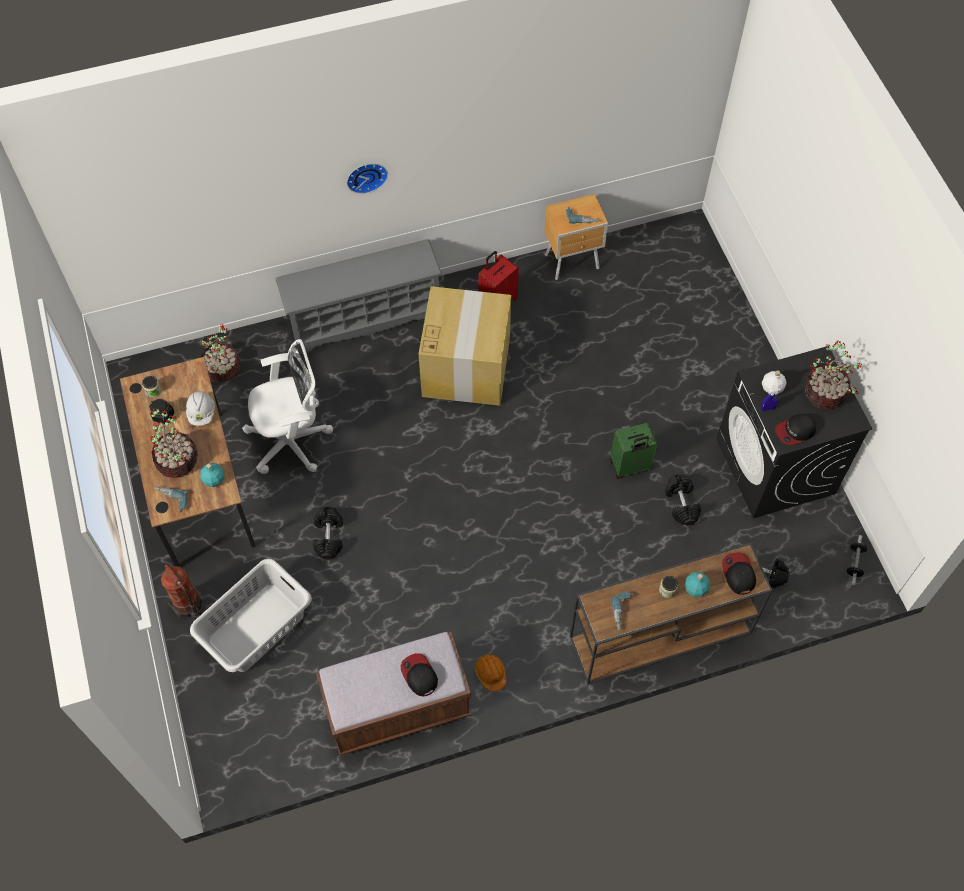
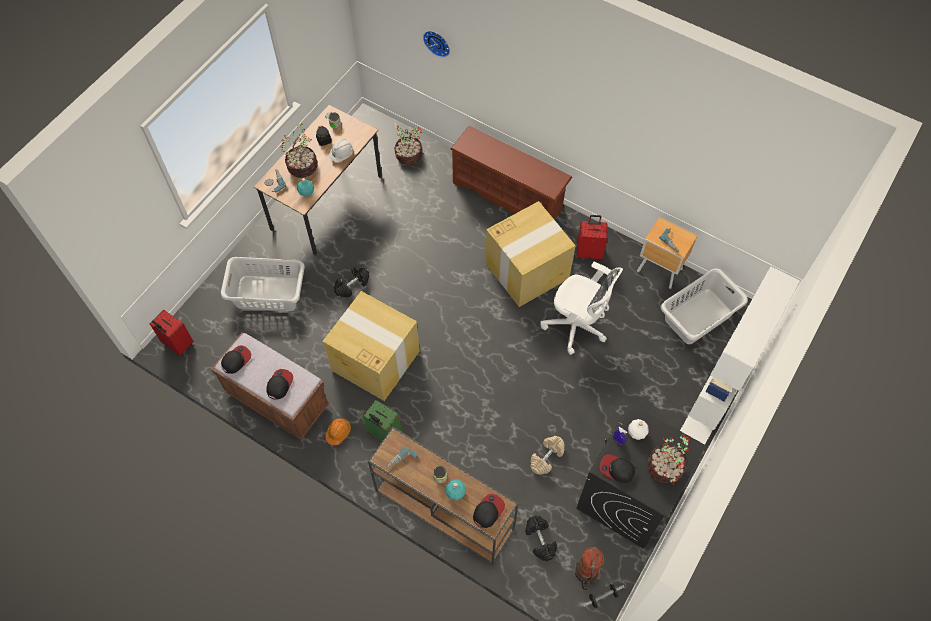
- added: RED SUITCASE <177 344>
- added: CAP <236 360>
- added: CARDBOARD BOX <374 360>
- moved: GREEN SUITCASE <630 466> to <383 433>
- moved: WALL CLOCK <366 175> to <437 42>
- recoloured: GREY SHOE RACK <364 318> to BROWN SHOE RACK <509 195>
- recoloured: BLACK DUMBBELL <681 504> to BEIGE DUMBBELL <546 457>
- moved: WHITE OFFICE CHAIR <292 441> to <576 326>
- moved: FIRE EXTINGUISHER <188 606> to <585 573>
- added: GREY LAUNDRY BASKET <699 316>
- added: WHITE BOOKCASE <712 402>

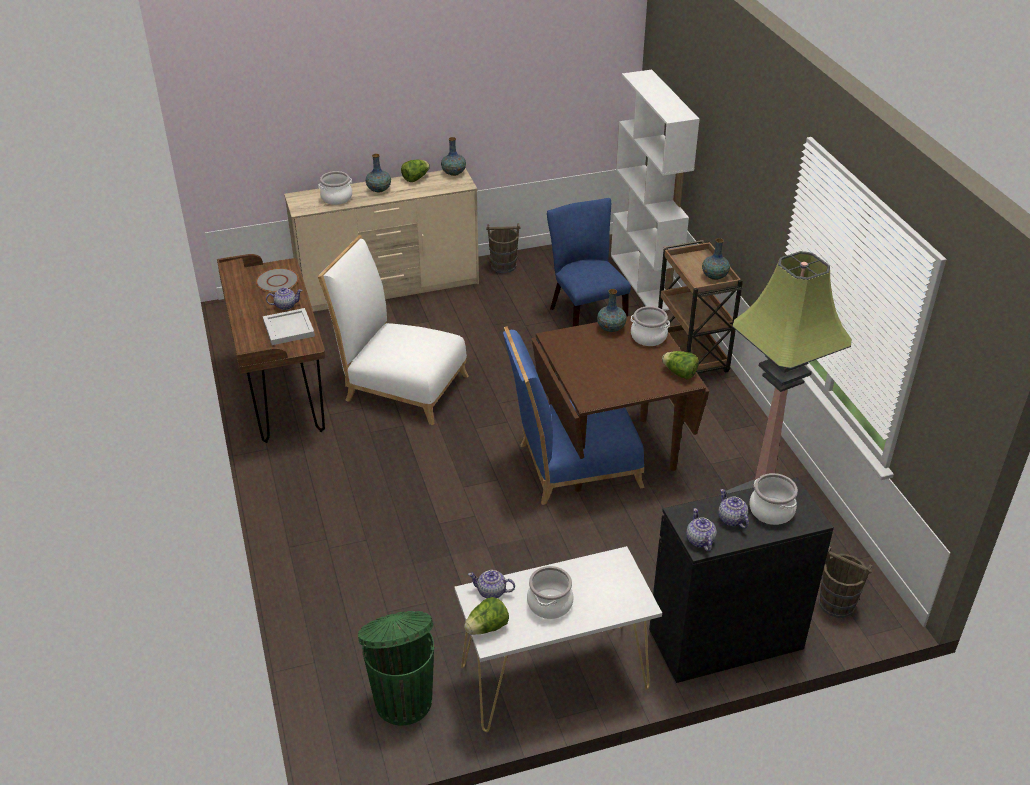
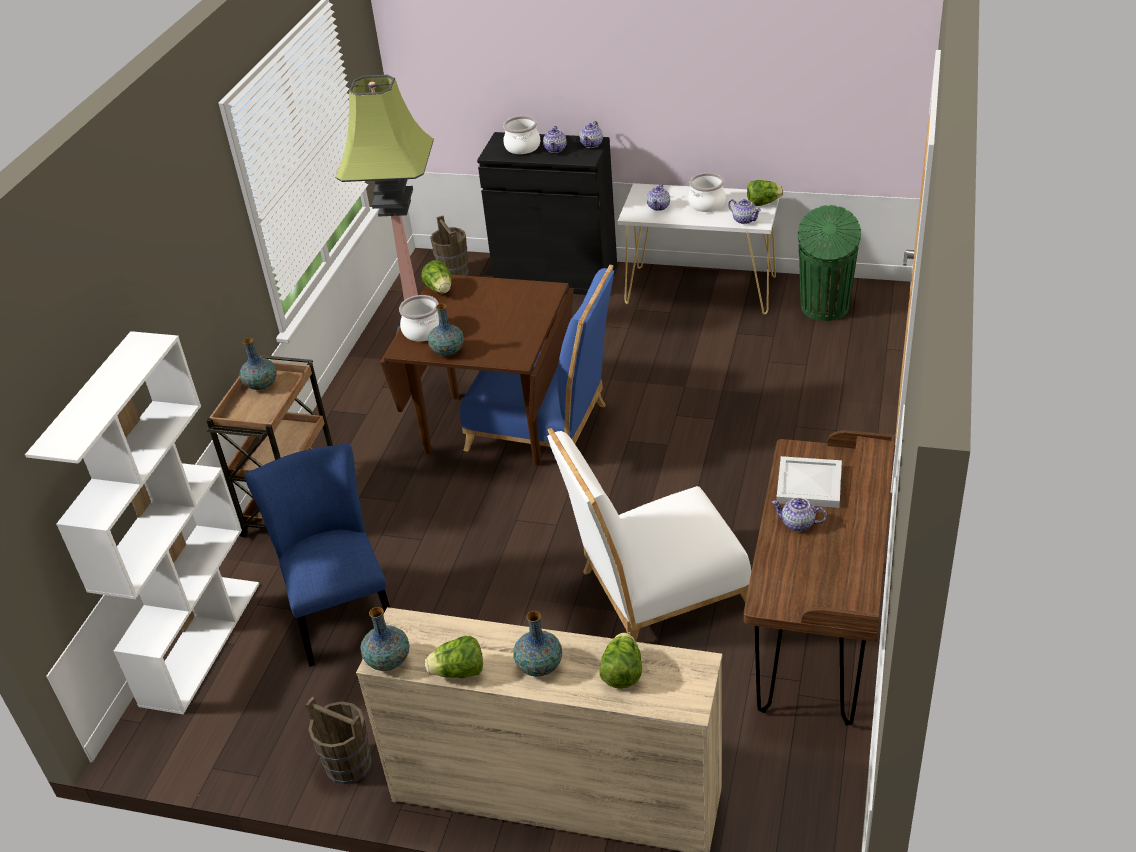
- turned: BLUE CHAIR <584 316> = <340 612> 150 degrees clockwise
- turned: WHITE CHAIR <400 385> = <655 592> 105 degrees clockwise
- replaced: COOKING POT <336 198> to LETTUCE <622 673>
- added: TEAPOT <659 206>
- removed: GREY PLATE <277 281>

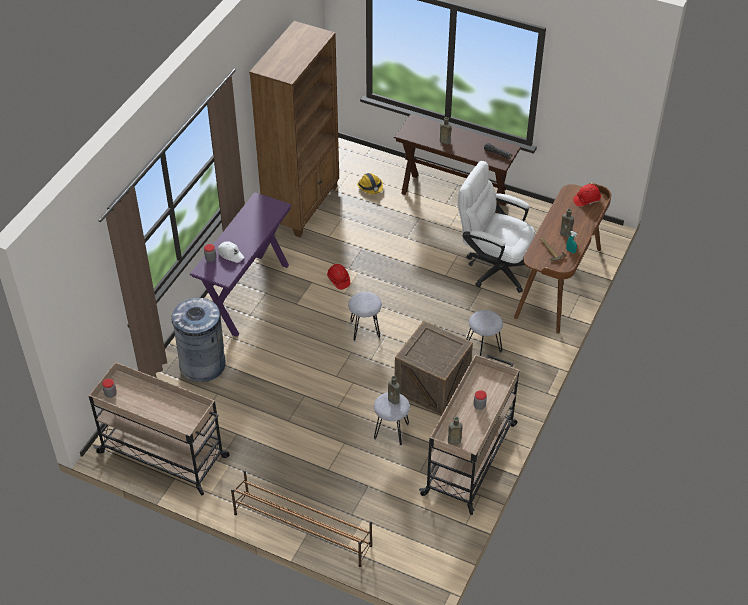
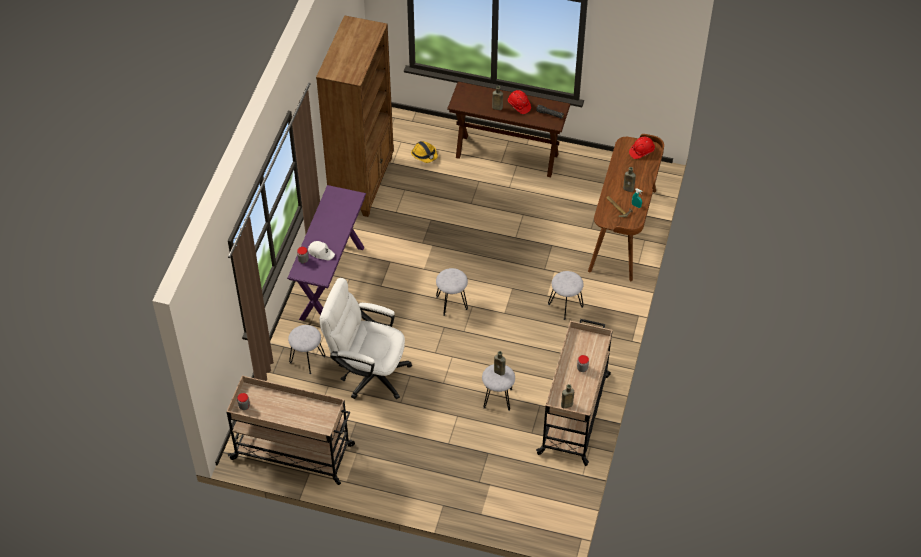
- replaced: GREY TRASH CAN <203 364> to GREY STOOL <307 359>
- moved: WHITE OFFICE CHAIR <493 266> to <367 372>
- moved: RED HARD HAT <338 280> to <519 105>
- removed: BROWN SHOE RACK <302 529>
- removed: CRATE <432 385>

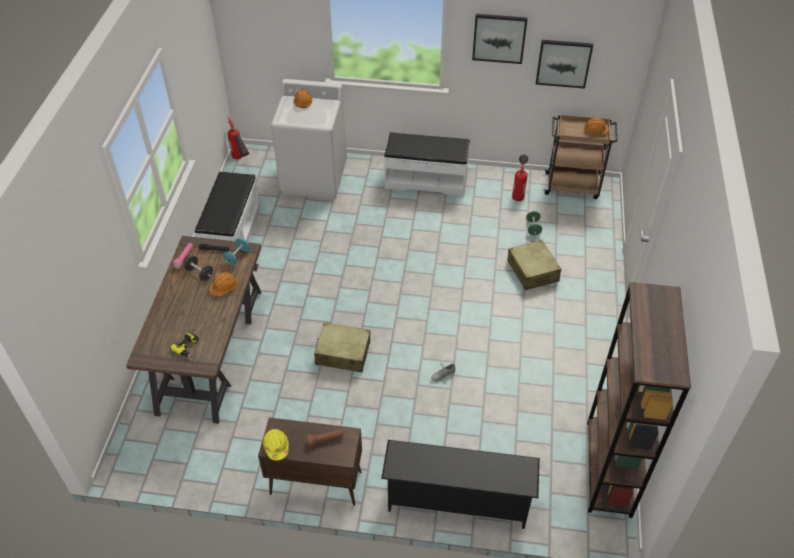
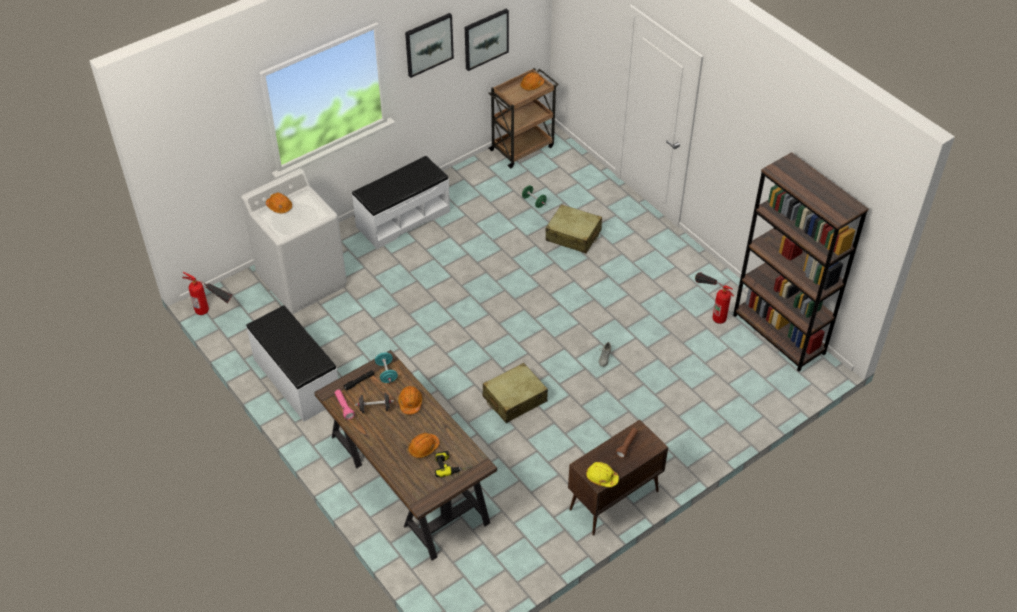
- added: ORANGE HARD HAT <423 448>
- moved: FIRE EXTINGUISHER <519 190> to <710 310>
- removed: BLACK SHOE RACK <456 502>

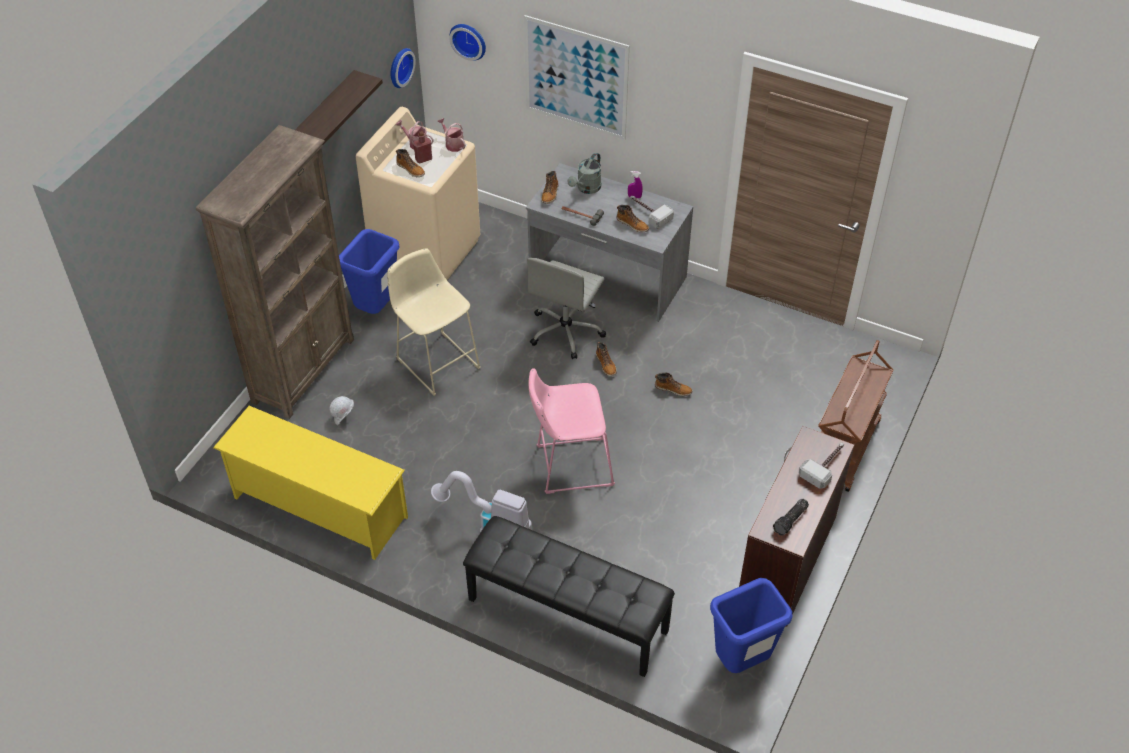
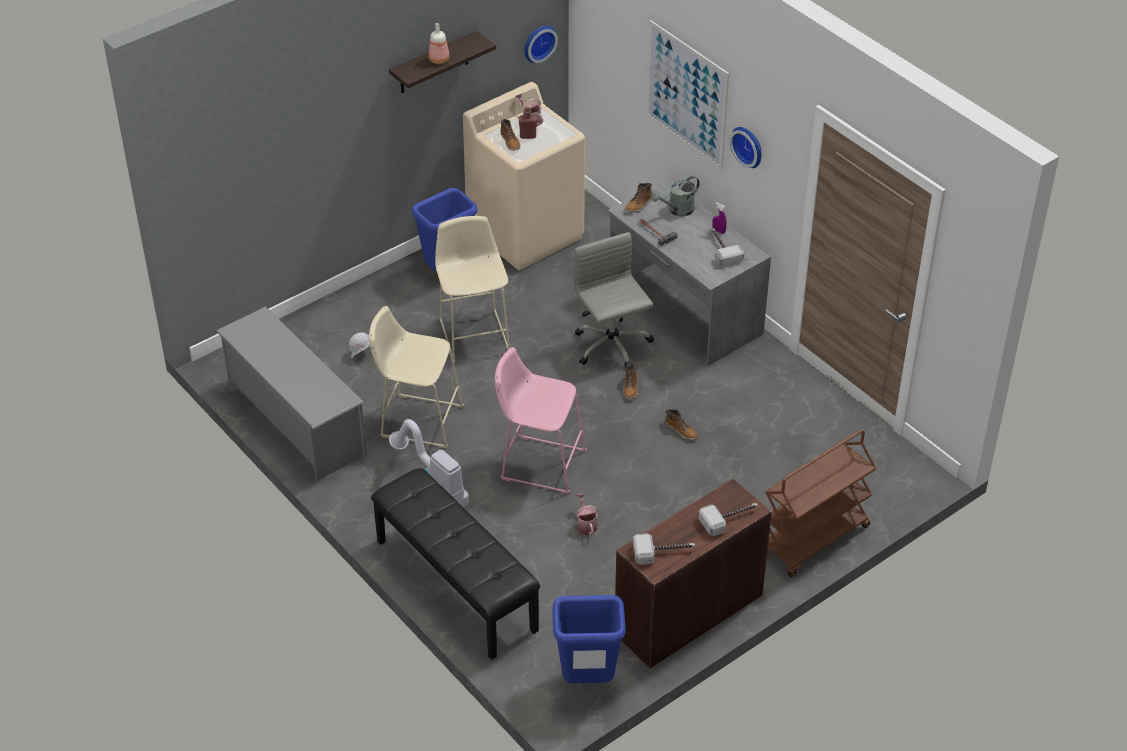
- recoloured: YELLOW SHOE RACK <319 507> to GREY SHOE RACK <295 422>
- added: BEIGE STOOL <417 420>
- added: BOTTLE <439 60>
- turned: GREY OFFICE CHAIR <566 331> = <612 346> 105 degrees clockwise
- moved: WATERING CAN <453 144> to <586 524>
- replaced: FLASHLIGHT <791 521> to HAMMER <664 552>
- moved: WALL CLOCK <469 40> to <749 146>
- removed: BROWN BOOKCASE <304 370>
- removed: BOOT <632 224>

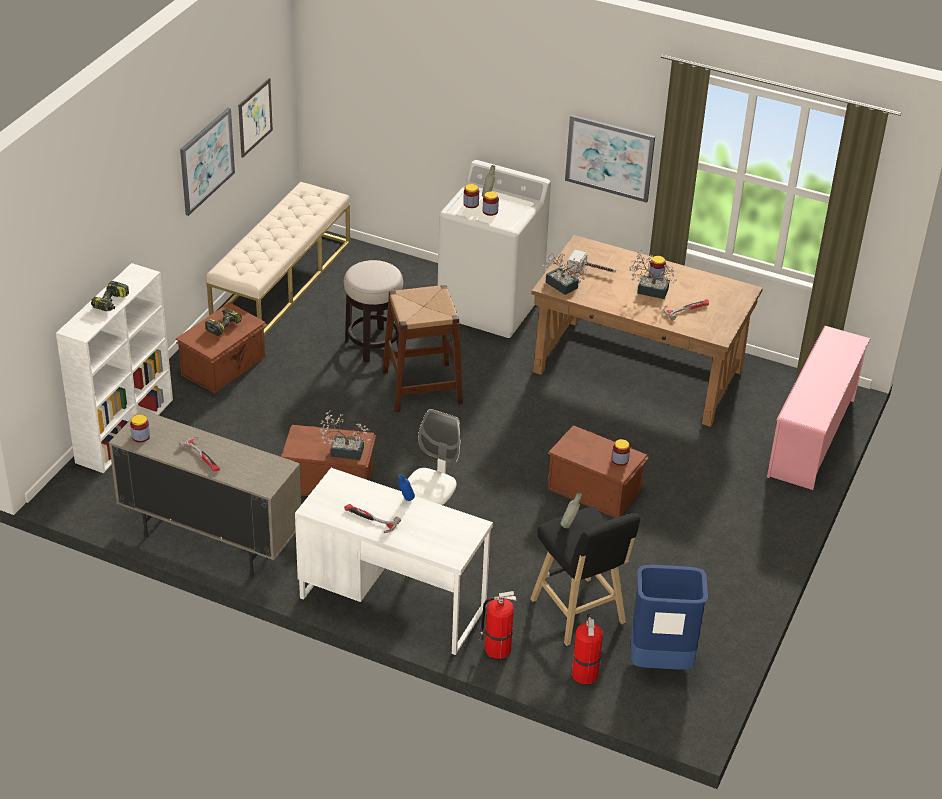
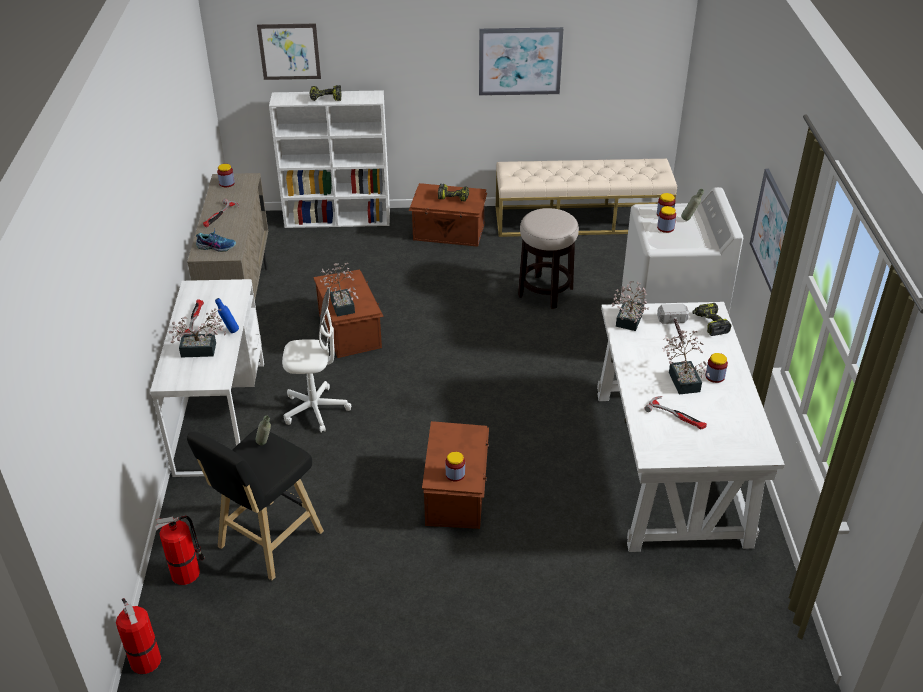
- moved: FIRE EXTINGUISHER <496 649> to <144 659>
- added: POTTED PLANT <203 350>
- added: SHOE <216 246>
- moved: PICTURE <255 117> to <289 51>
- recoloured: BROWN DESK <638 370> to WHITE DESK <670 465>
- added: POWER DRILL <710 323>
- removed: BROWN STOOL <422 387>
- removed: BLUE TRASH CAN <660 662>
- removed: PINK SHOE RACK <813 438>

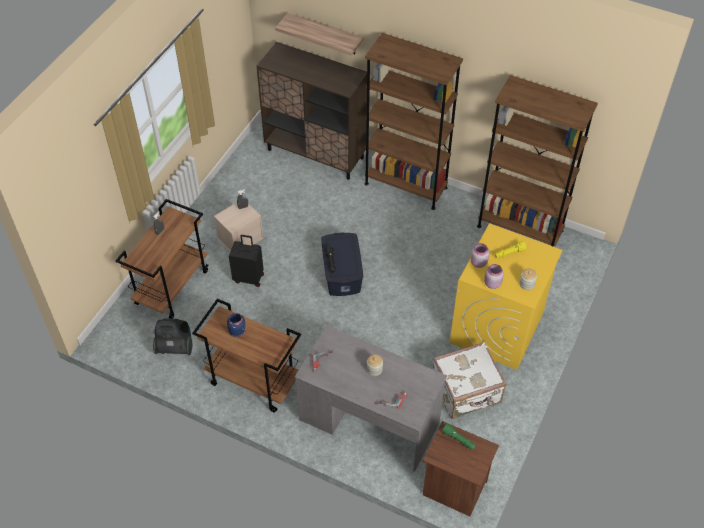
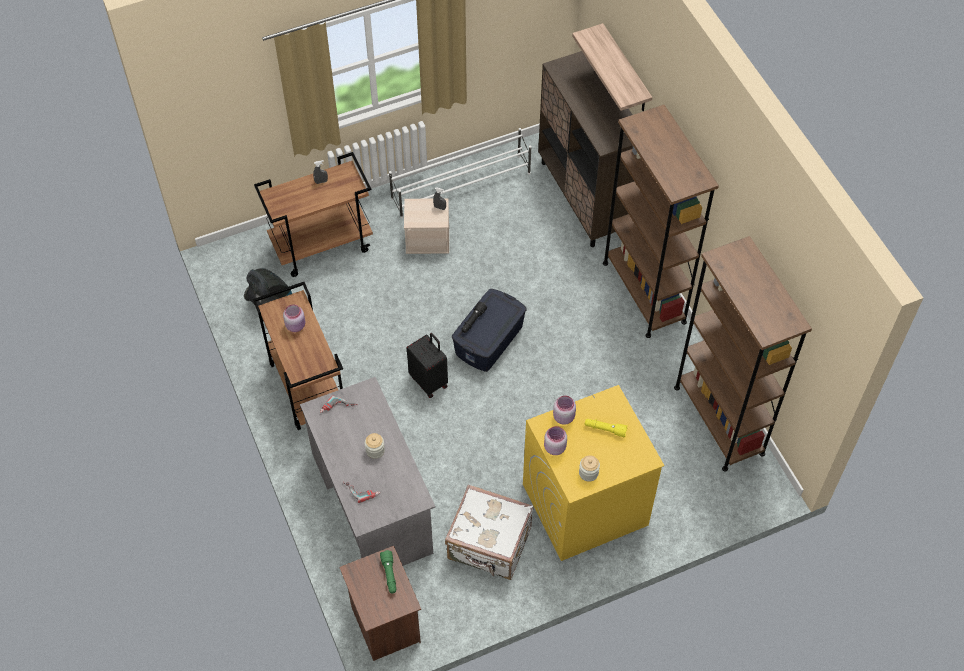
- recoloured: BLUE JAR <237 331> to PINK JAR <296 325>
- added: WHITE SHOE RACK <462 186>
- moved: BLACK SUITCASE <249 277> to <429 381>

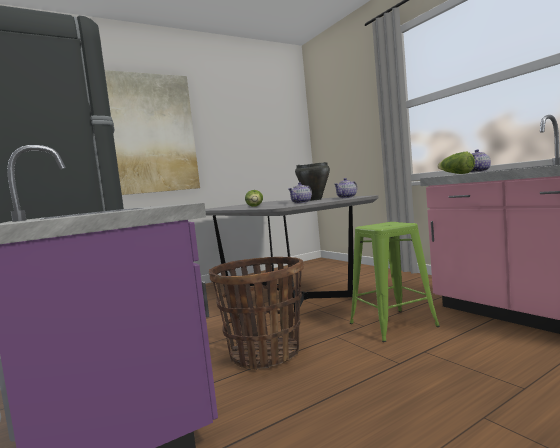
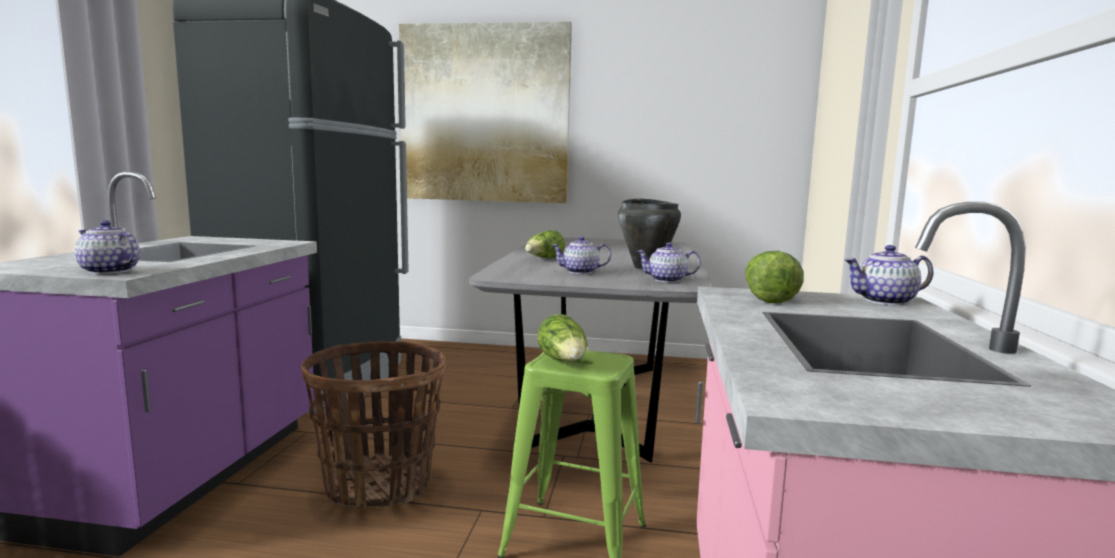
- added: TEAPOT <110 271>
- added: LETTUCE <564 362>

